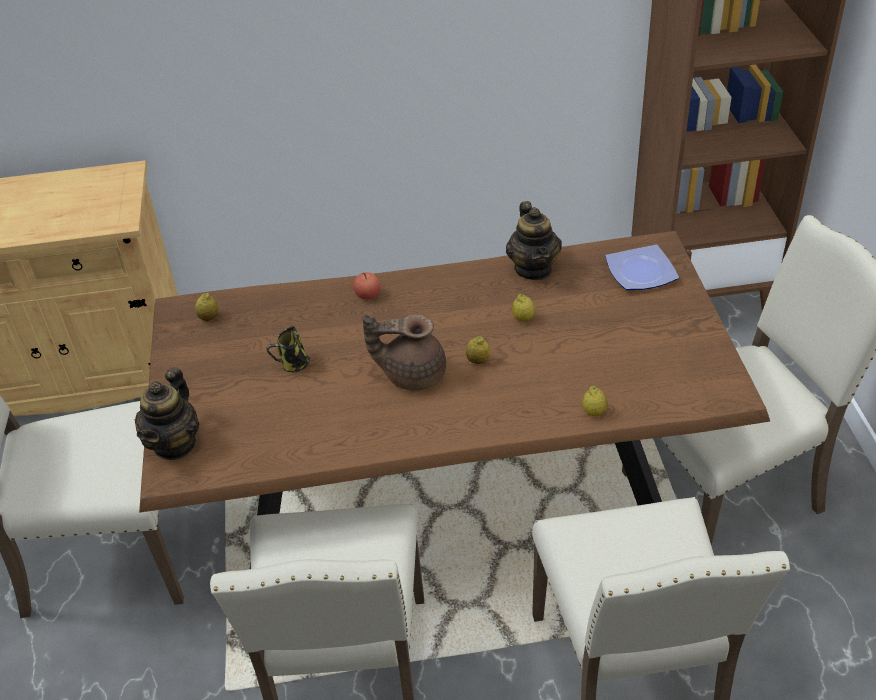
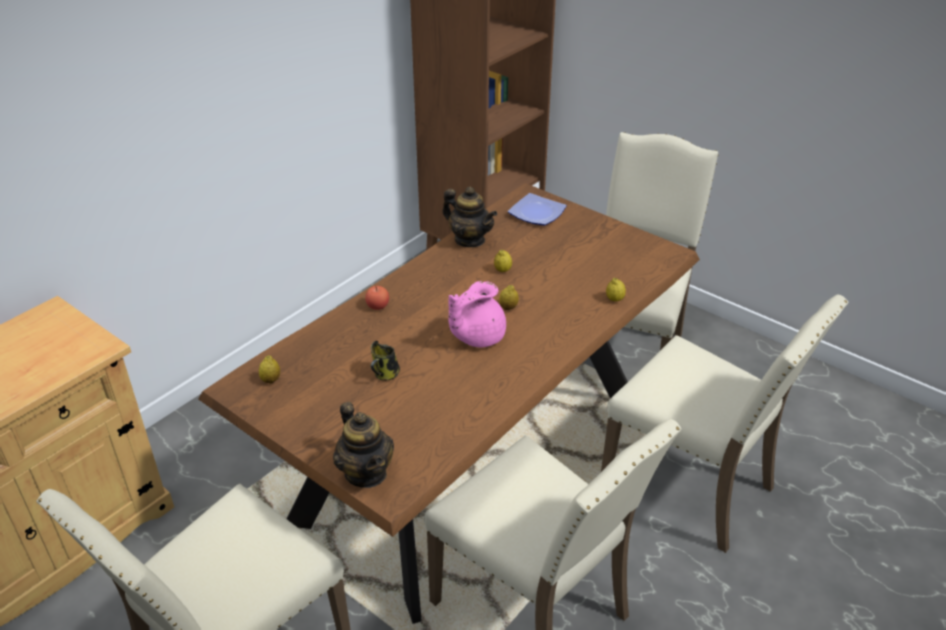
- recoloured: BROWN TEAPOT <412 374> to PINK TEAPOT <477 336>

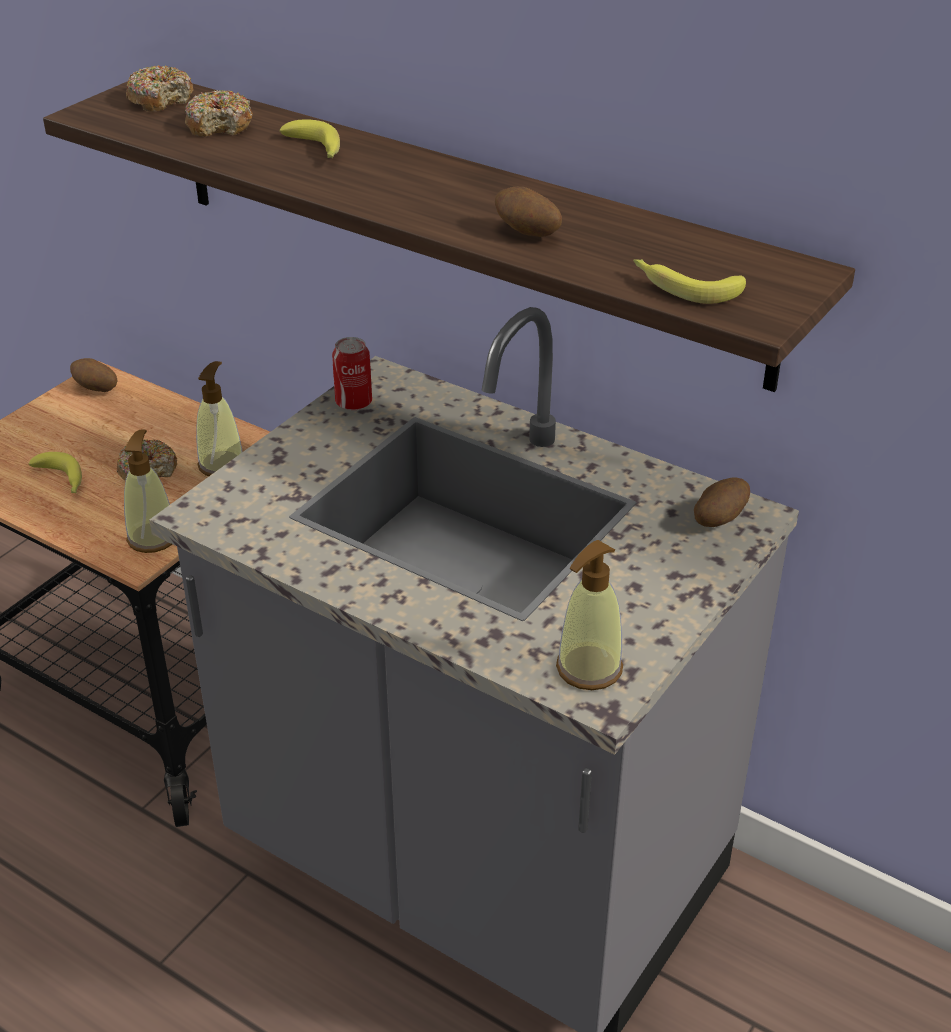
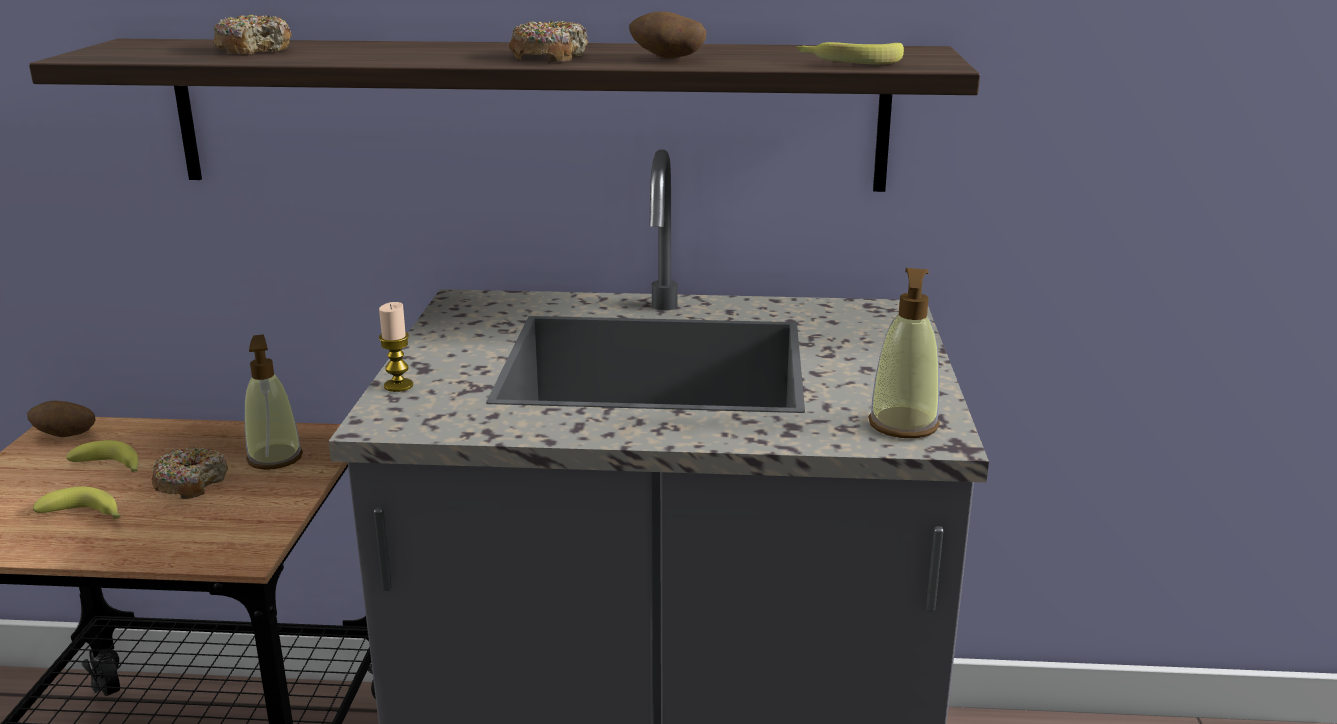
- moved: BANANA <316 150> to <112 468>
- added: CANDLE <398 386>
- moved: DONUT <160 100> to <548 56>
- removed: SOAP DISPENSER <152 538>
- removed: CAN <353 402>
- removed: POTATO <718 519>

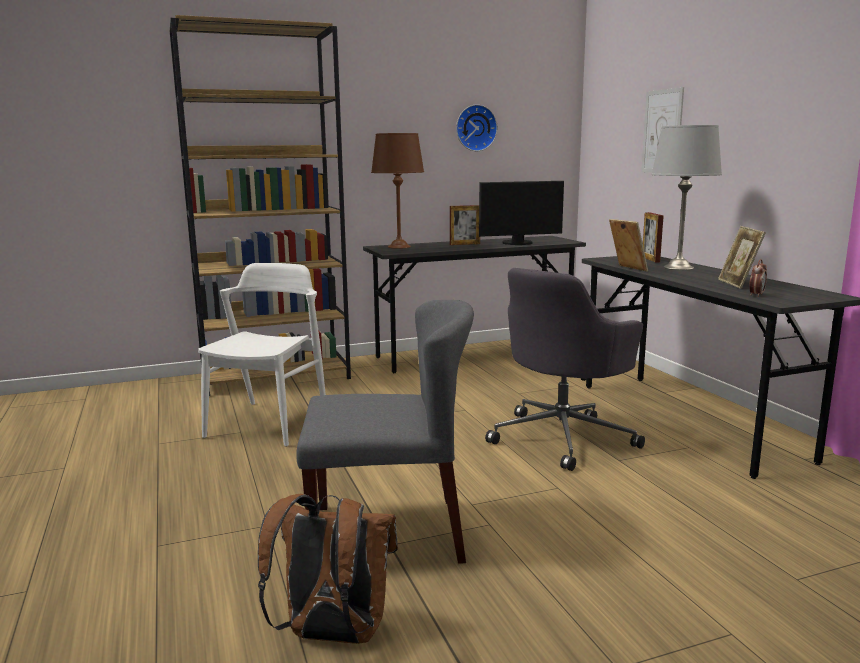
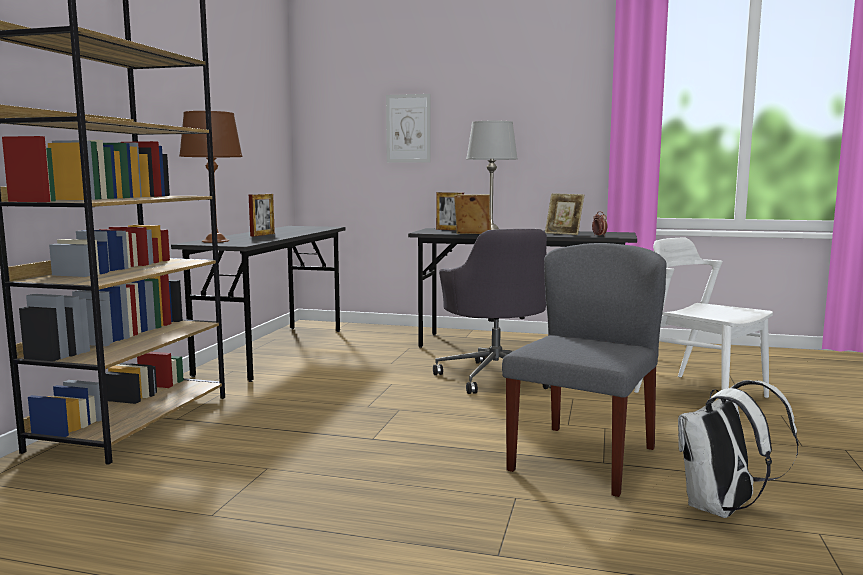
- moved: WHITE CHAIR <268 423> to <700 394>
- recoloured: BROWN BACKPACK <332 635> to WHITE BACKPACK <722 509>
- removed: WALL CLOCK <475 128>
- removed: MONITOR <518 243>

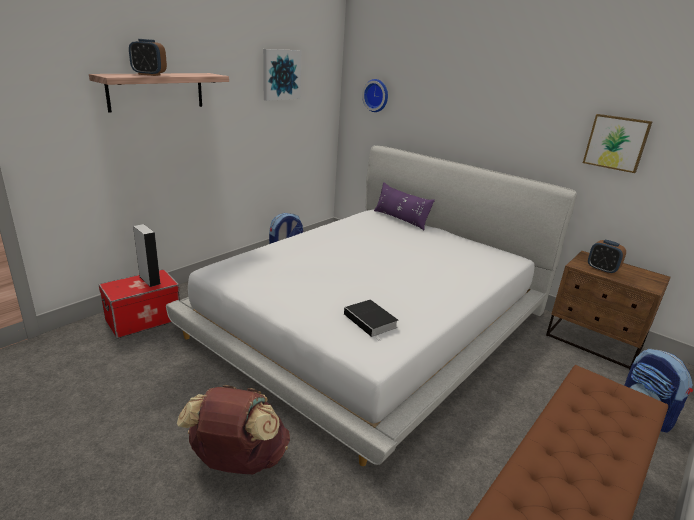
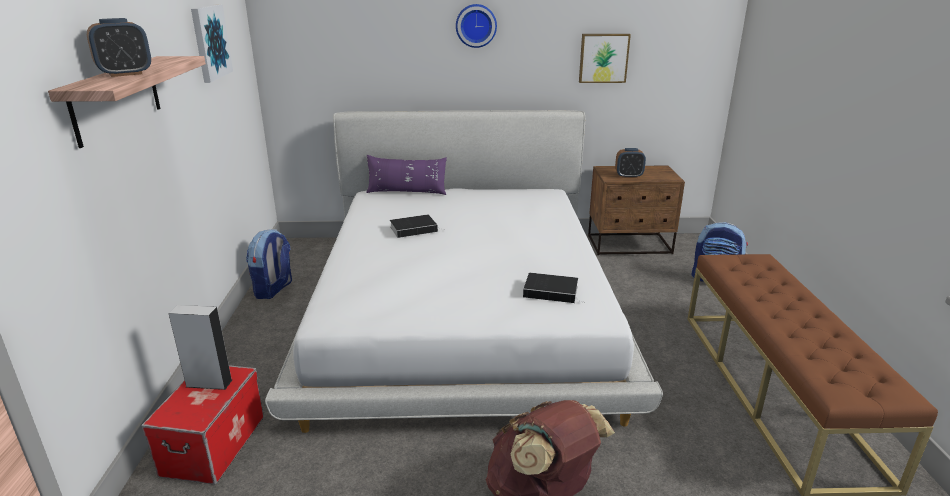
- added: BOOK <414 229>
- moved: WALL CLOCK <376 95> to <476 25>

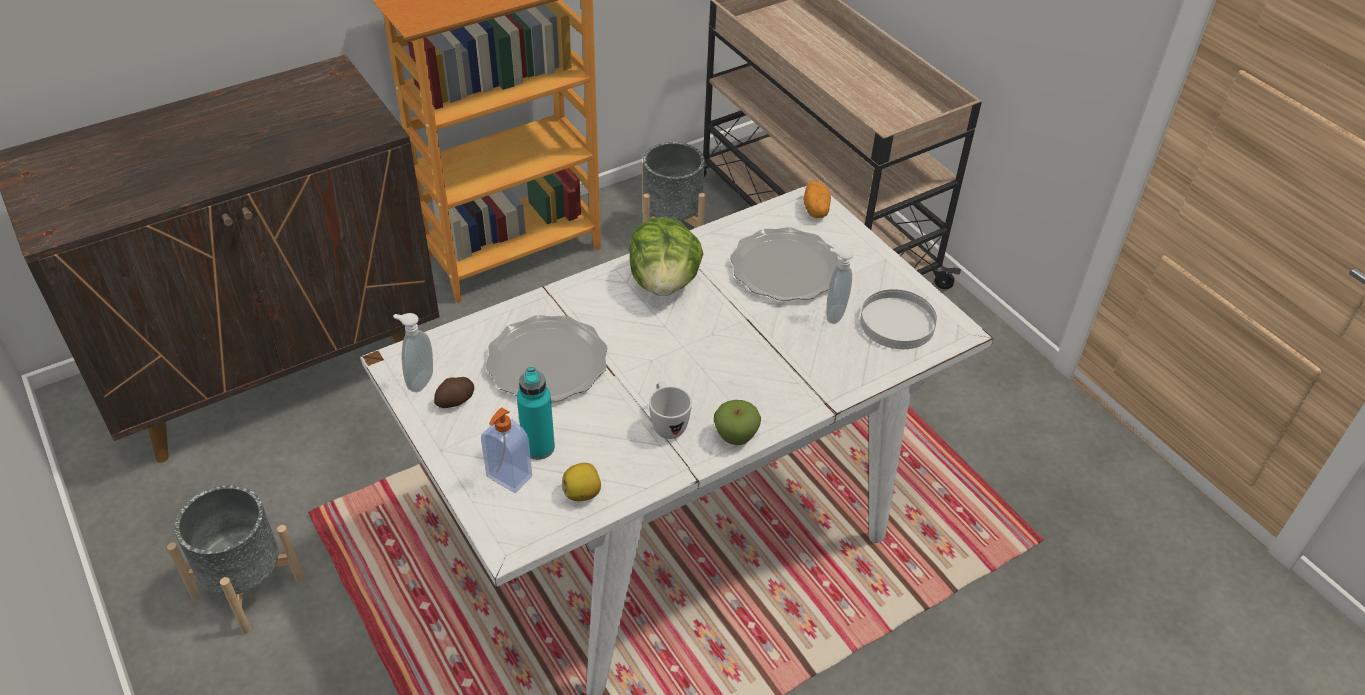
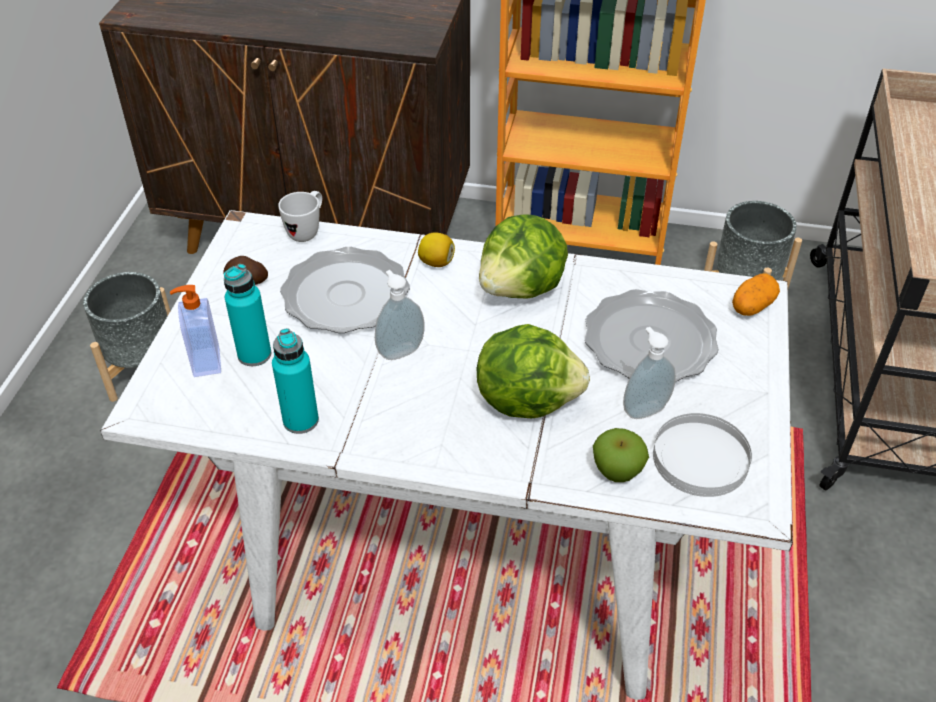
- added: TURQUOISE BOTTLE <300 420>
- moved: WHITE MUG <667 424> to <307 231>
- moved: SOAP DISPENSER <419 381> to <399 350>
- moved: LEMON <582 493> to <436 262>
- added: LETTUCE <527 399>
- moved: APPLE <735 437> to <617 472>

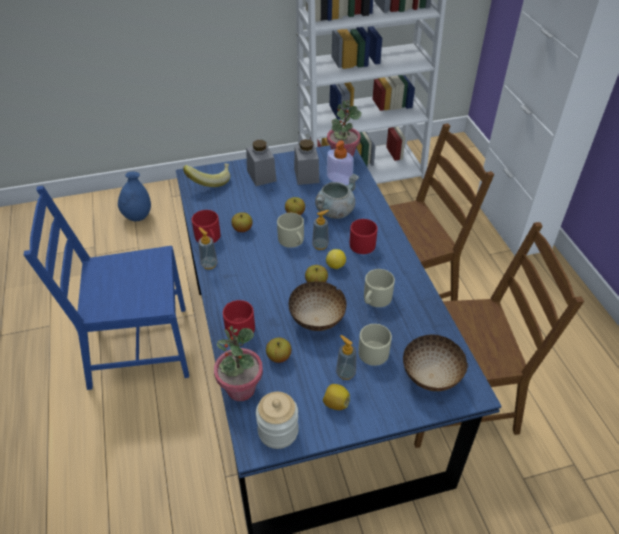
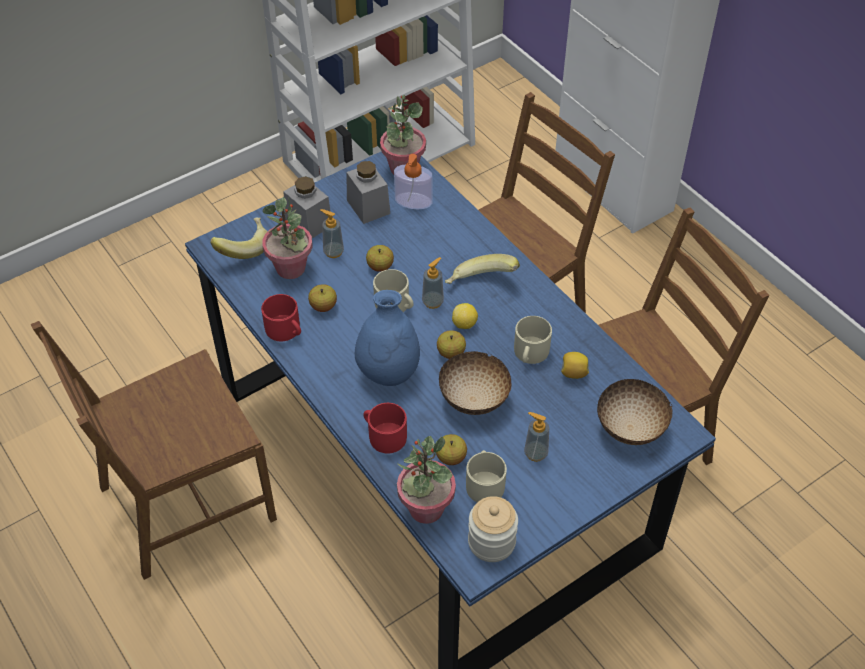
- recoloured: BLUE CHAIR <137 348> to BROWN CHAIR <185 502>
- added: POTTED PLANT <291 268>
- moved: SOAP DISPENSER <209 264> to <333 252>
- moved: BLUE VASE <138 216> to <388 372>
- replaced: RED MUG <361 242> to BANANA <481 284>
- moved: BEIGE MUG <374 349> to <484 483>
- moved: LEMON <335 403> to <573 373>
- removed: GREY COOKING POT <335 211>

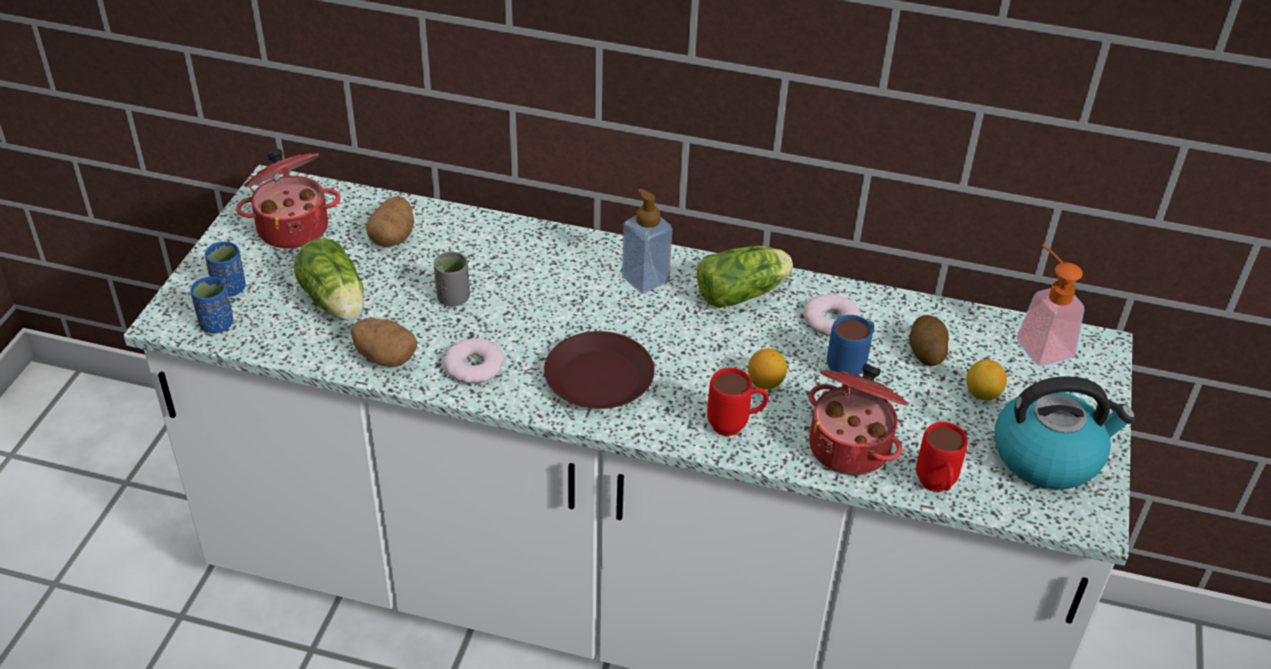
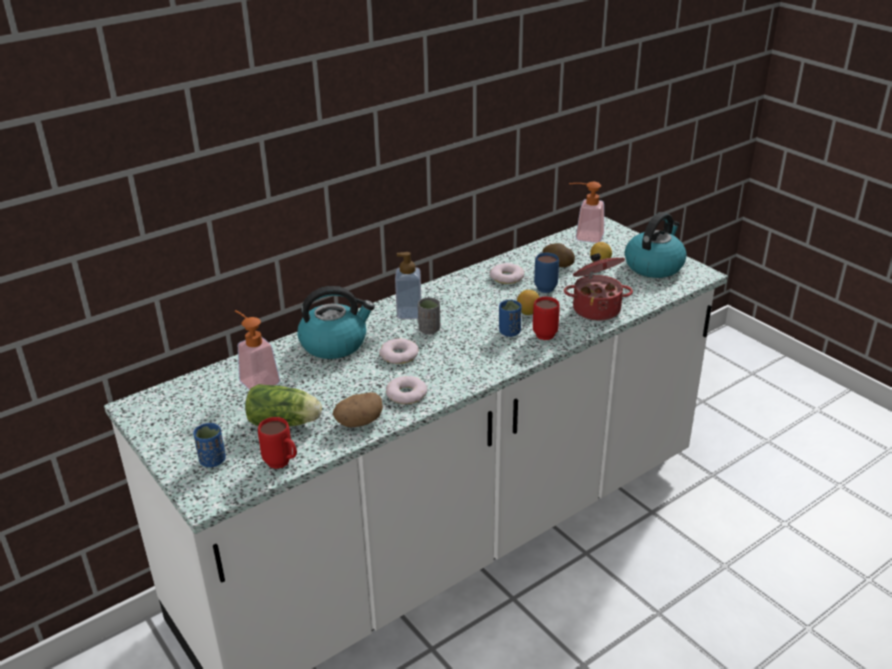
- replaced: POTATO <393 237> to SOAP DISPENSER <256 379>
- moved: RED MUG <936 488> to <282 464>
- added: KETTLE <334 343>
- added: DONUT <399 355>
- moved: GREY CUP <453 298> to <429 330>
- moved: BLUE CUP <216 324> to <509 332>
- removed: COOKING POT <293 227>
- removed: BROWN PLATE <598 379>
- removed: LETTUCE <744 293>

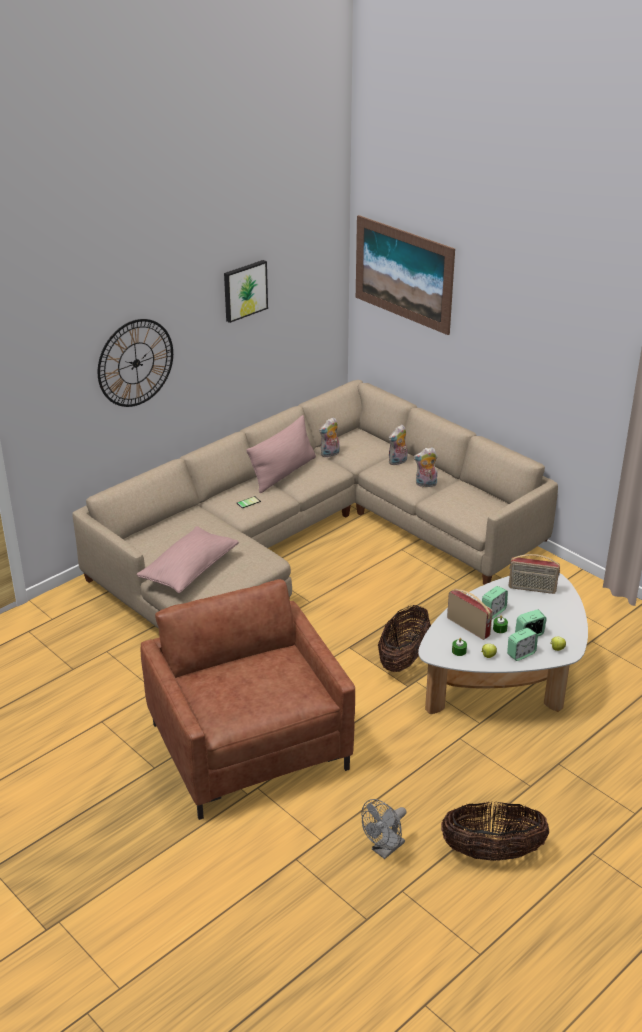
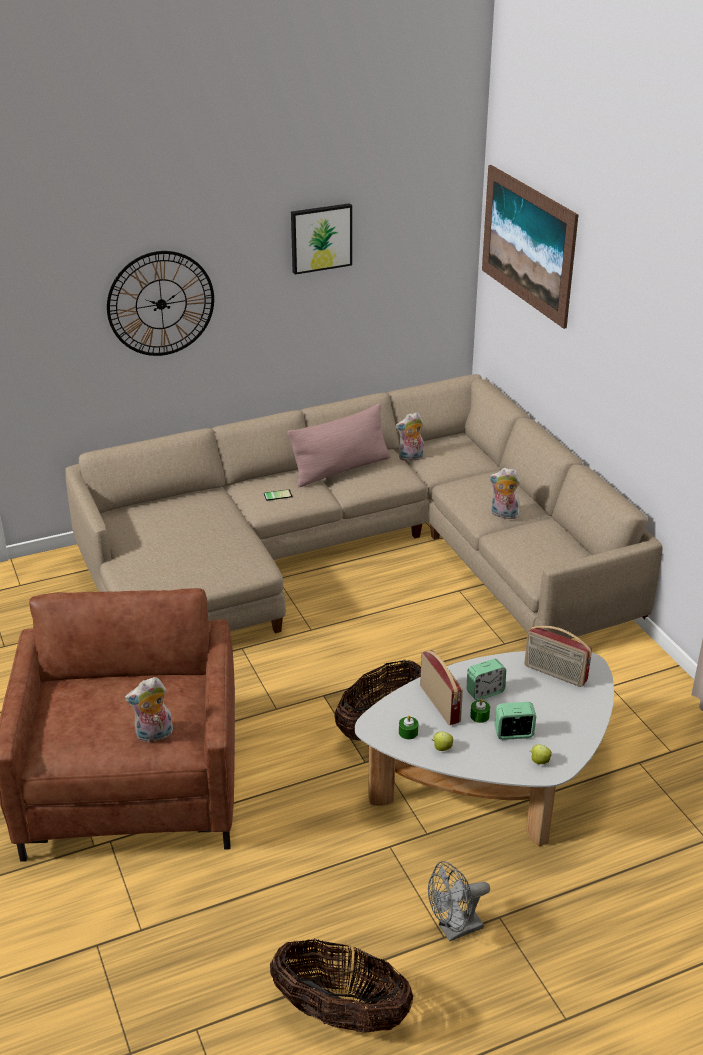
- moved: PLUSH TOY <398 462> to <154 735>
- moved: GREY FAN <384 850> to <455 930>
- removed: PINK PILLOW <189 570>
- removed: ALARM CLOCK <521 654>

